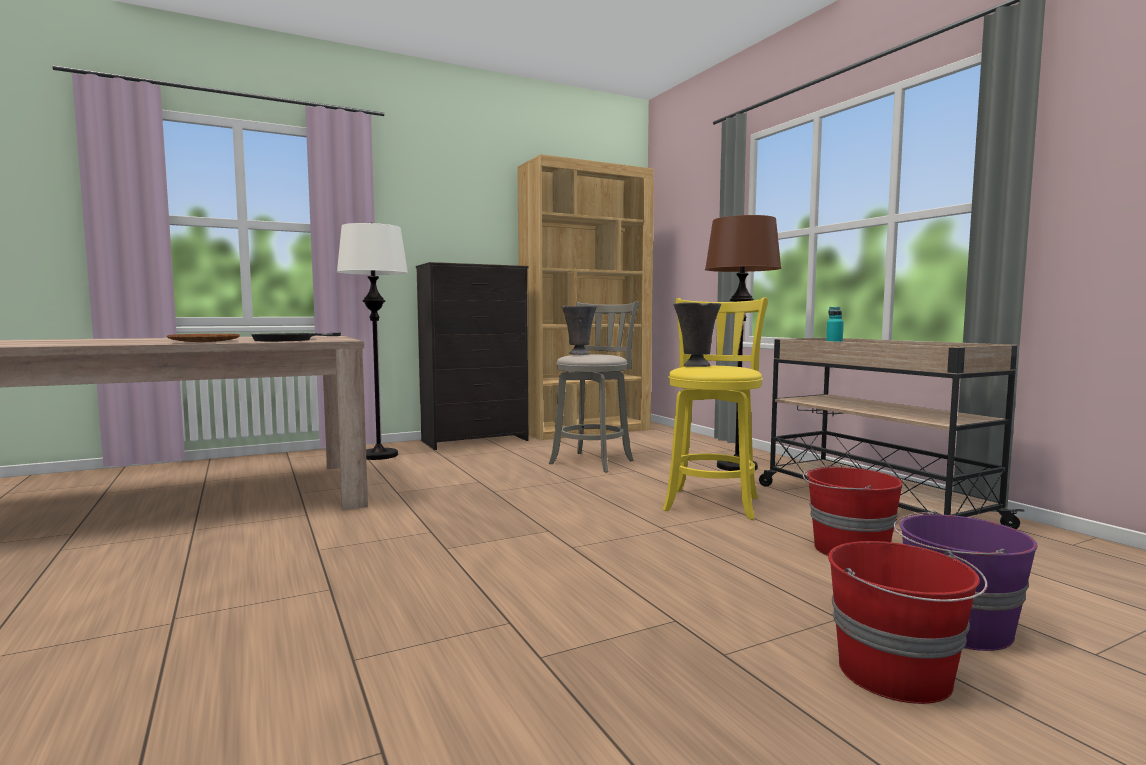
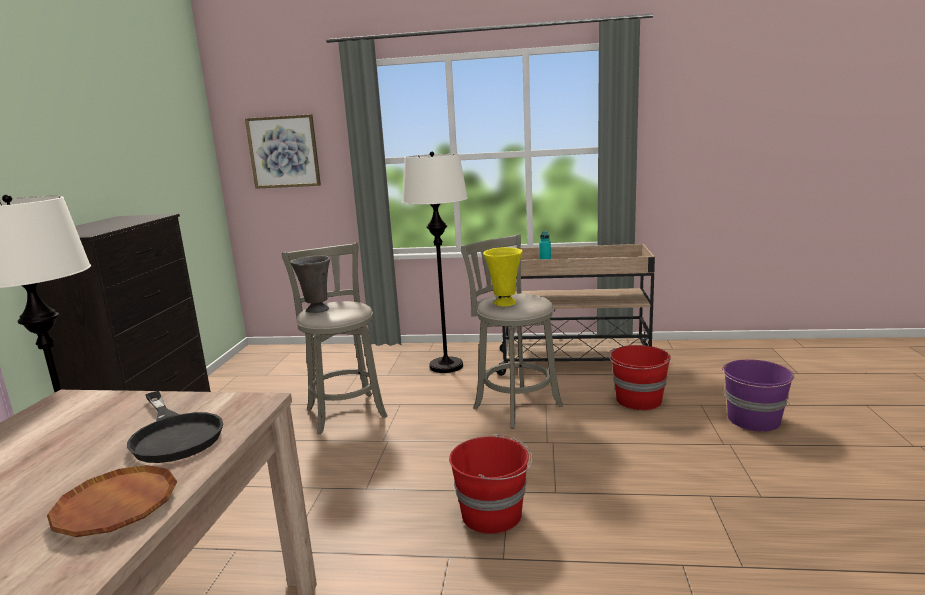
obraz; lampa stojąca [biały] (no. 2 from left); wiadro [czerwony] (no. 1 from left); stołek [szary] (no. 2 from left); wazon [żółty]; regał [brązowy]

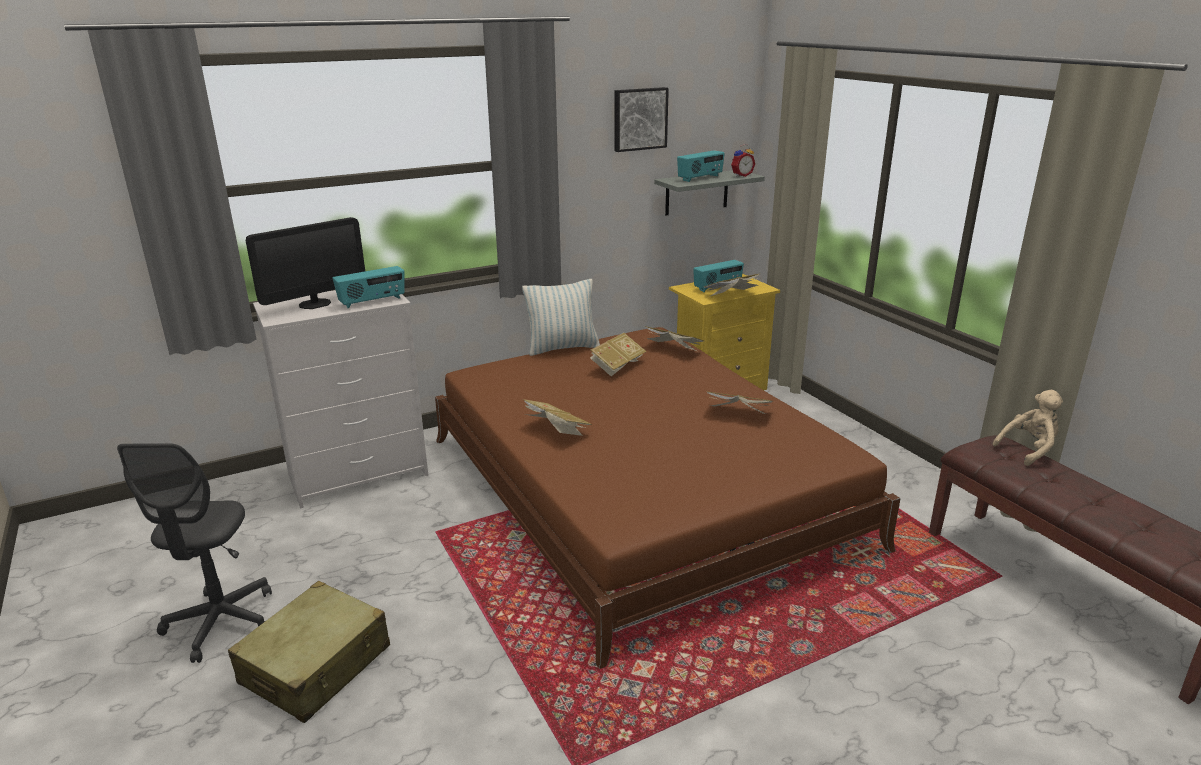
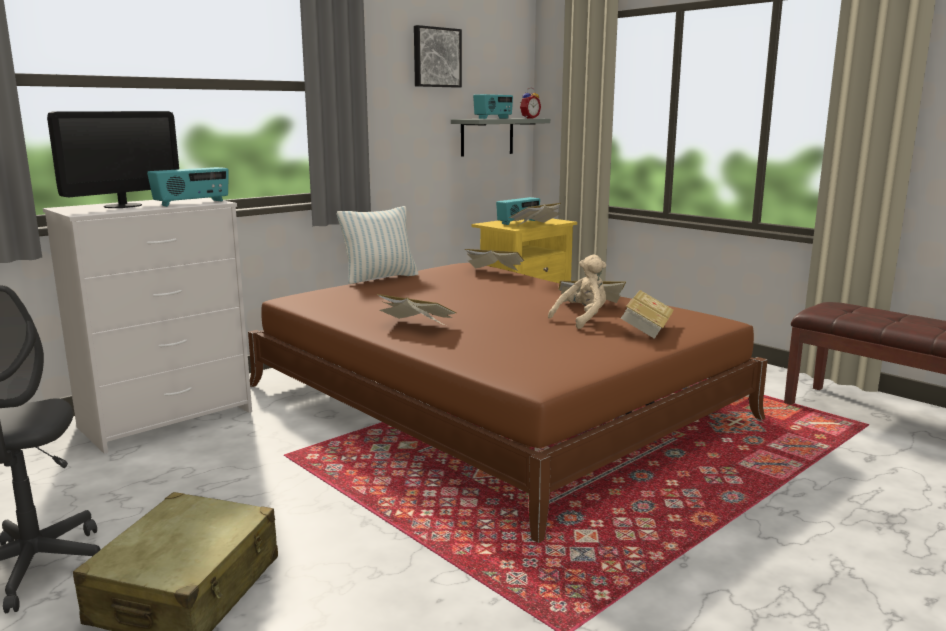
pluszak [beżowy]; książka (no. 5 from left)

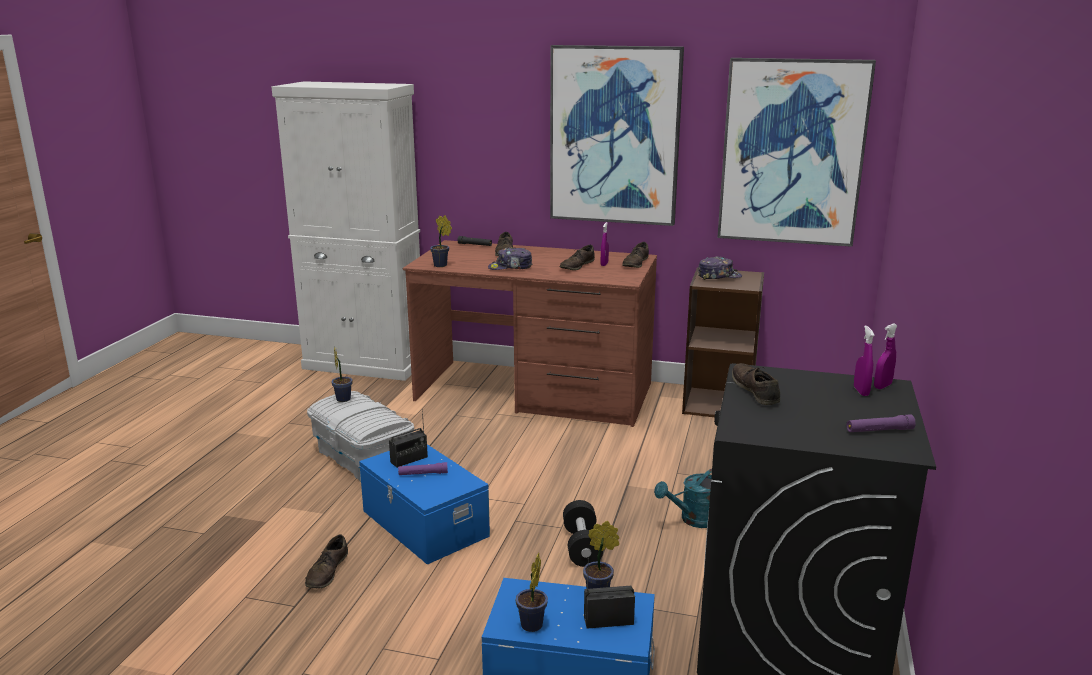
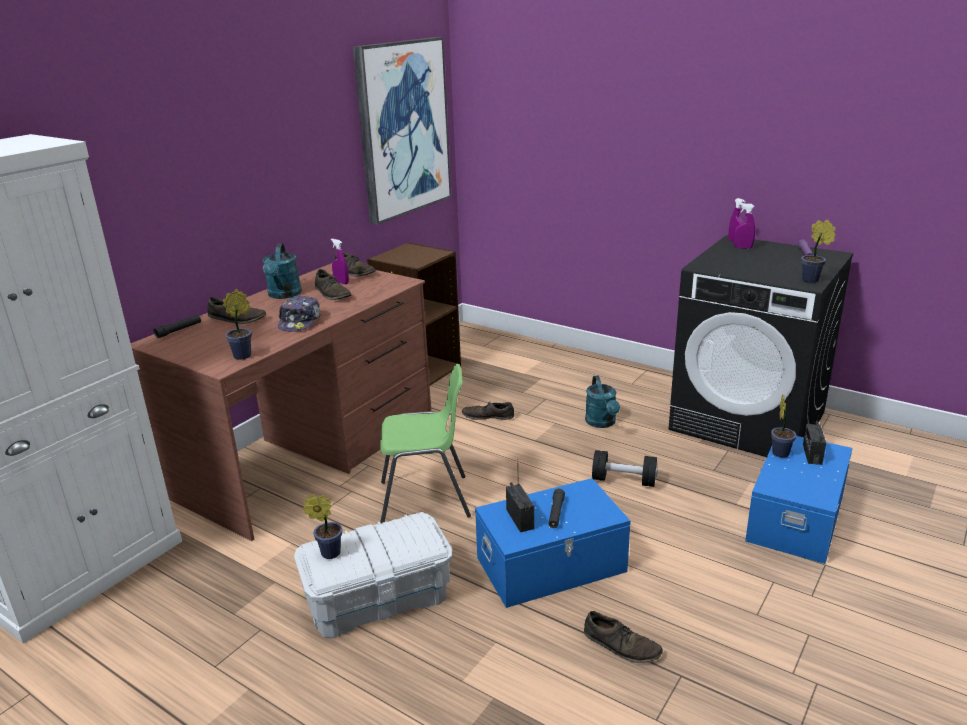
konewka [turkusowy] (no. 1 from left); krzesło [zielony]; but [brązowy] (no. 4 from left); latarka [czarny] (no. 2 from left); roślina doniczkowa (no. 4 from left); obraz (no. 1 from left in the first image); czapka z daszkiem (no. 2 from left in the first image)

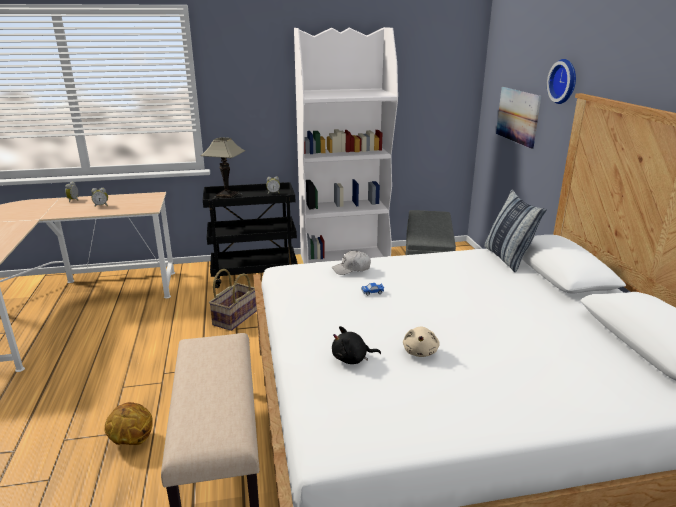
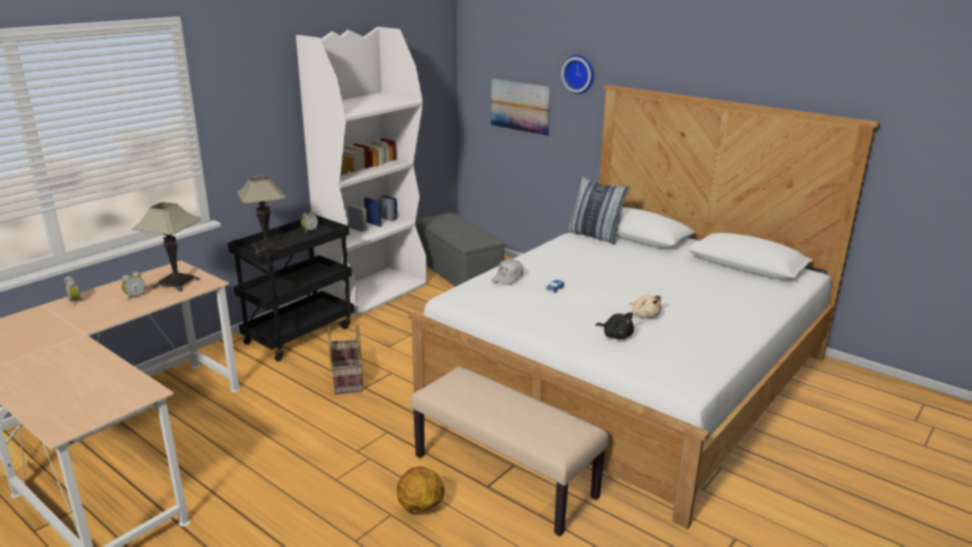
lampa stołowa (no. 1 from left); pluszak [czarny]

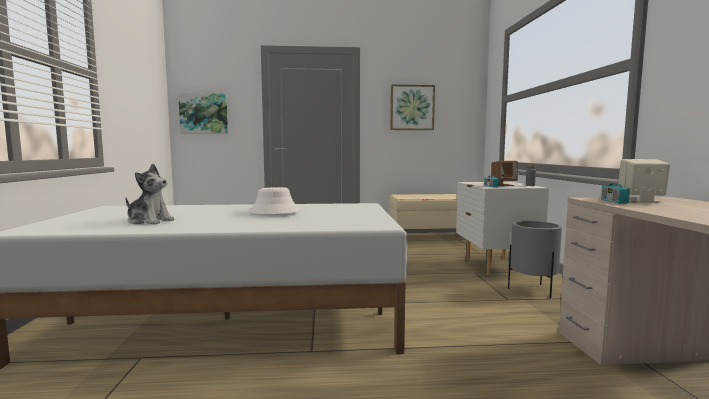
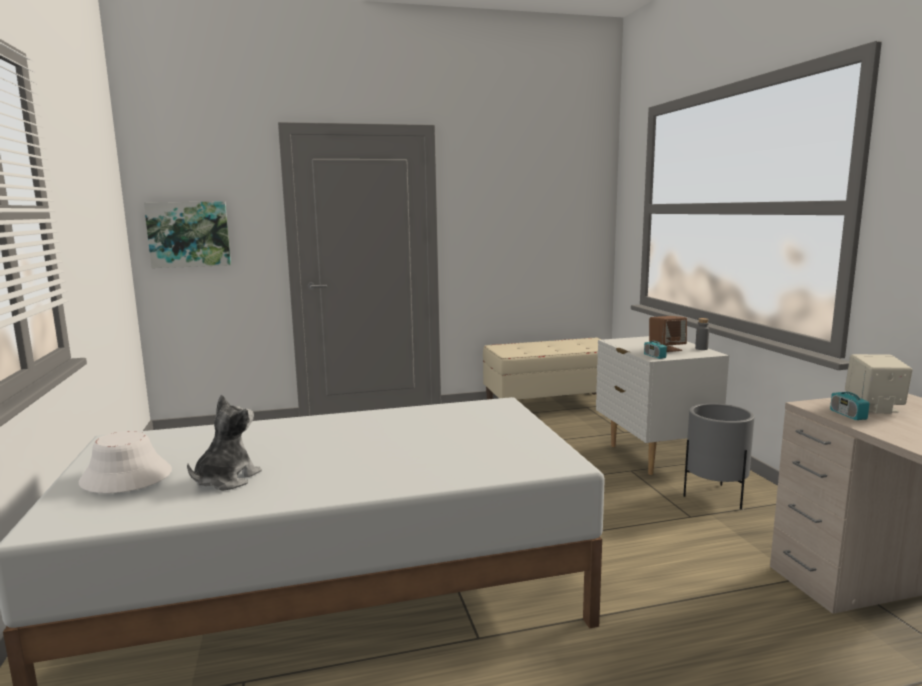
kapelusz [biały]; pluszak; obraz (no. 2 from left in the first image)

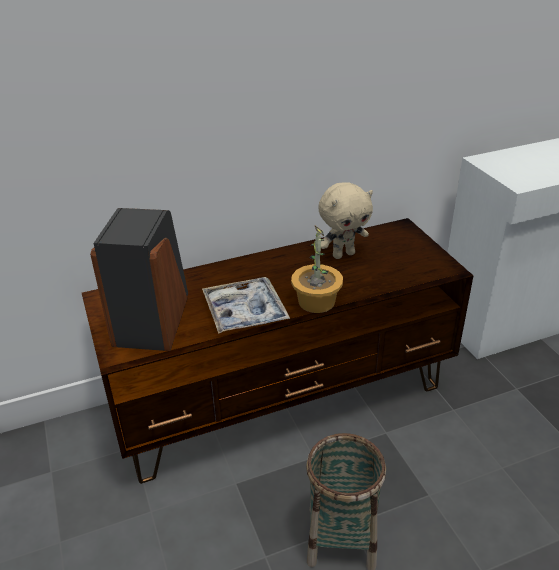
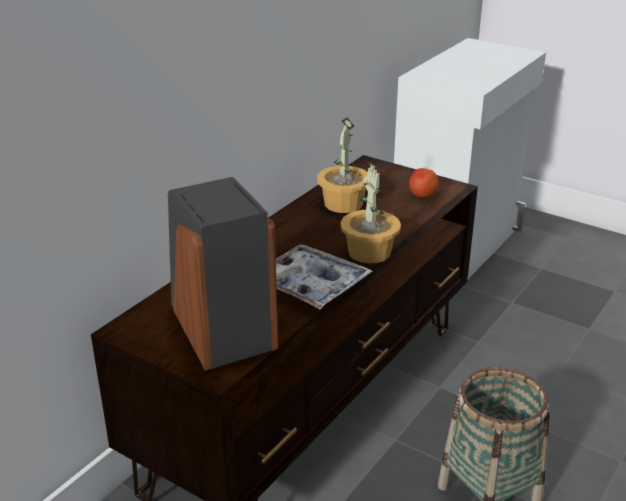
roślina doniczkowa (no. 1 from left); jabłko

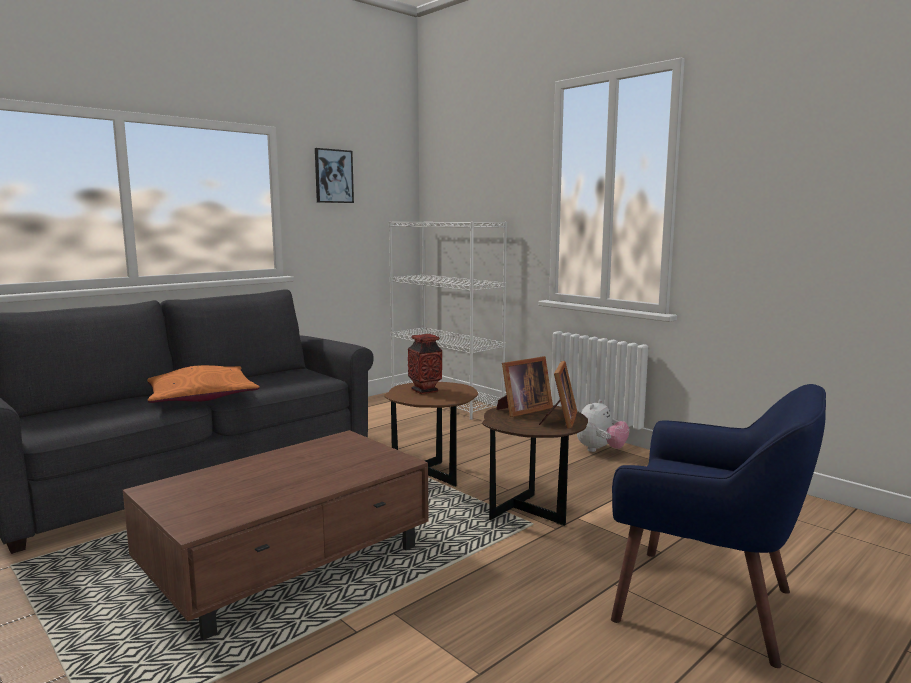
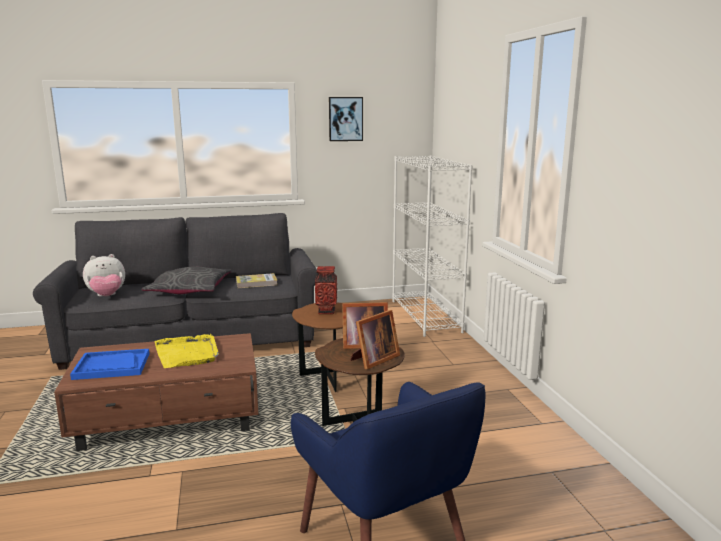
taca [niebieski]; pluszak; poduszka [szary]; taca [żółty]; książka

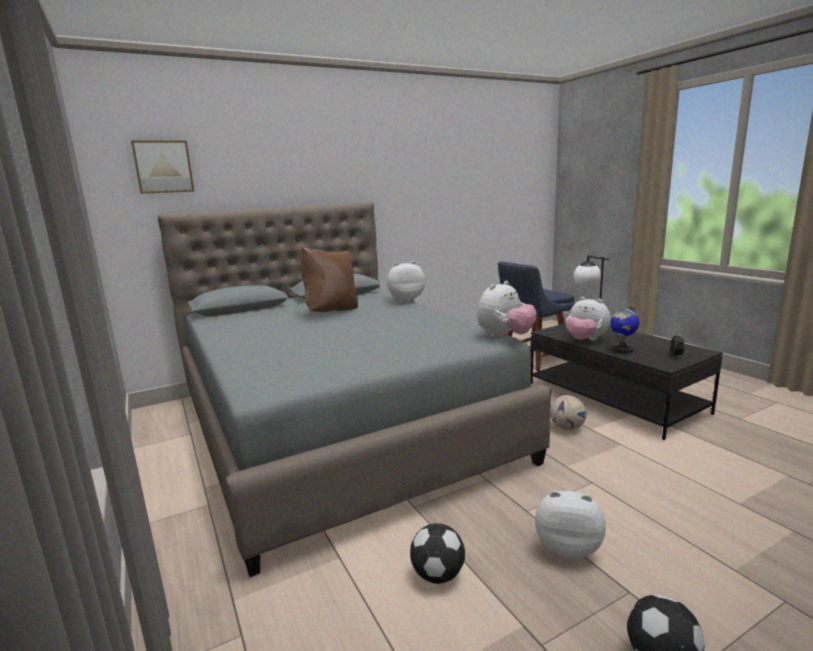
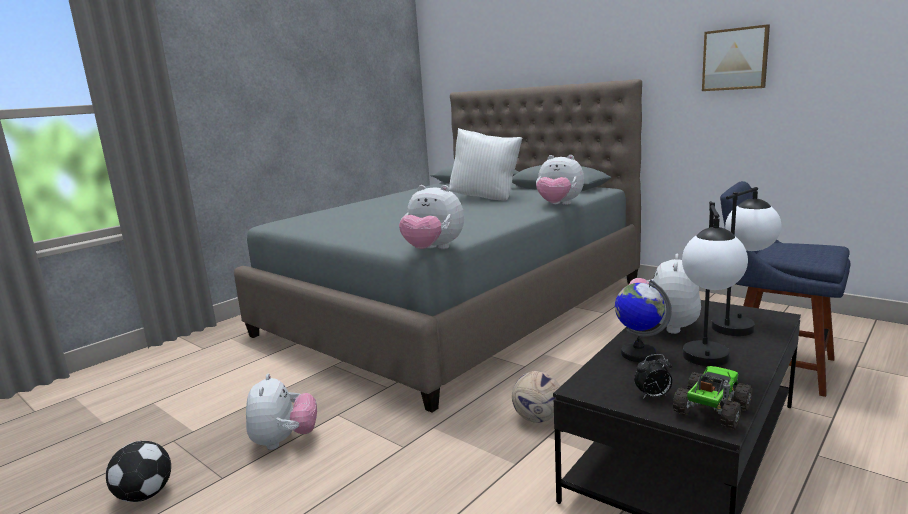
poduszka [biały]; pluszak (no. 3 from left); ciężarówka zabawkowa; lampa stołowa (no. 1 from left); obraz; piłka futbolowa (no. 1 from left in the first image)

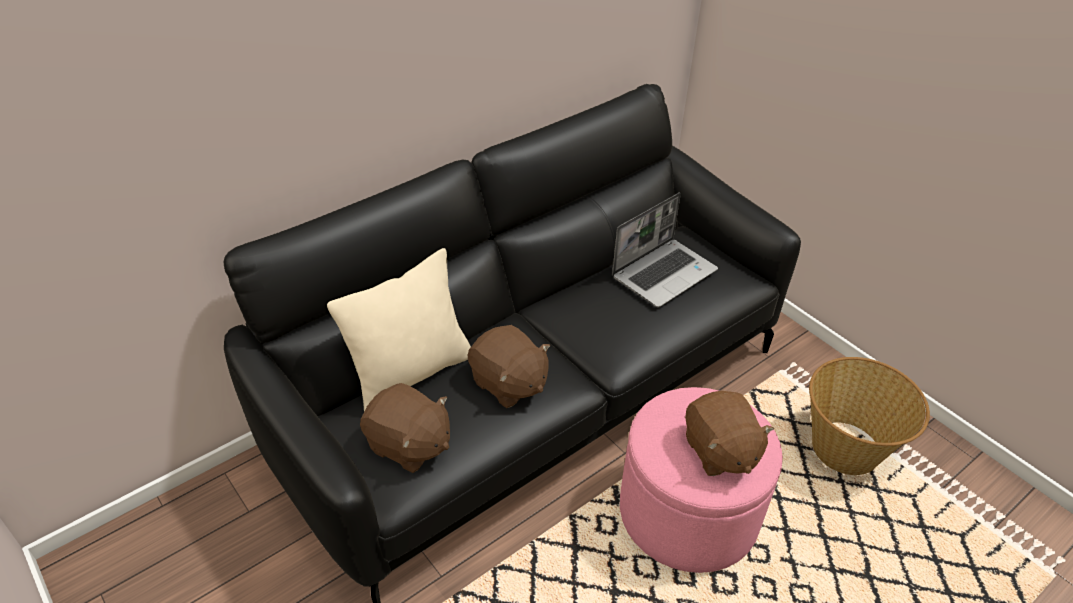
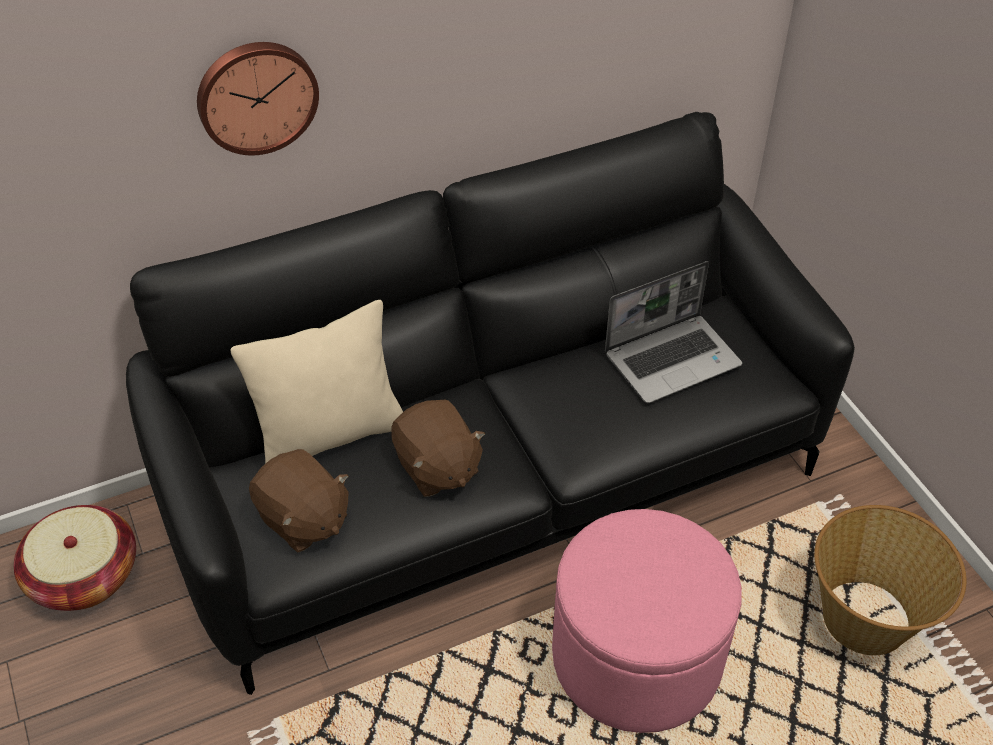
koszyk (no. 1 from left); zegar ścienny; pluszak [brązowy] (no. 3 from left in the first image)

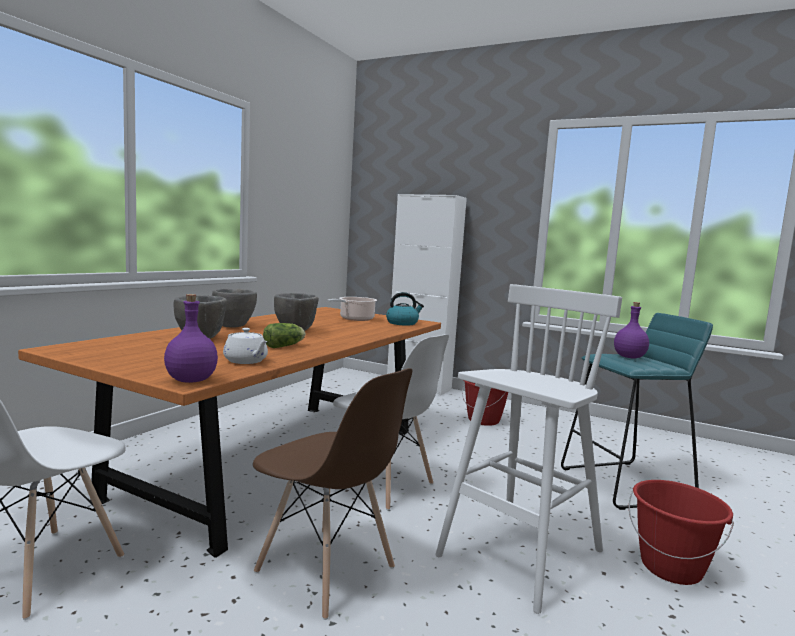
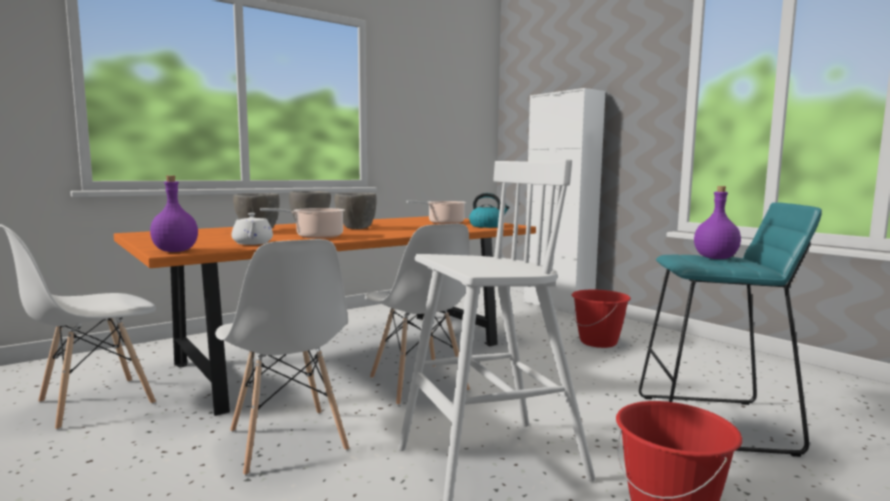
krzesło [biały] (no. 2 from left); garnek (no. 1 from left)

